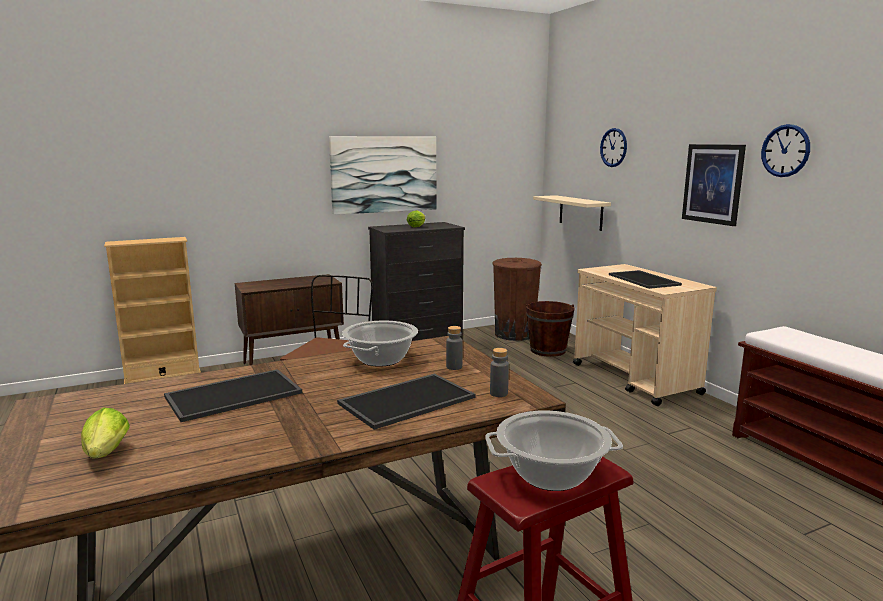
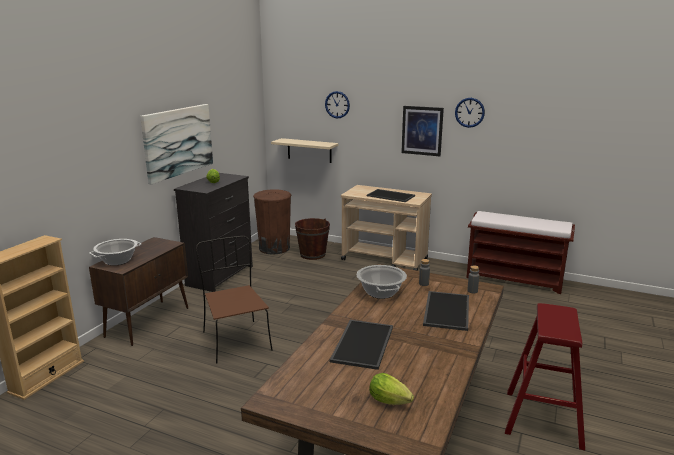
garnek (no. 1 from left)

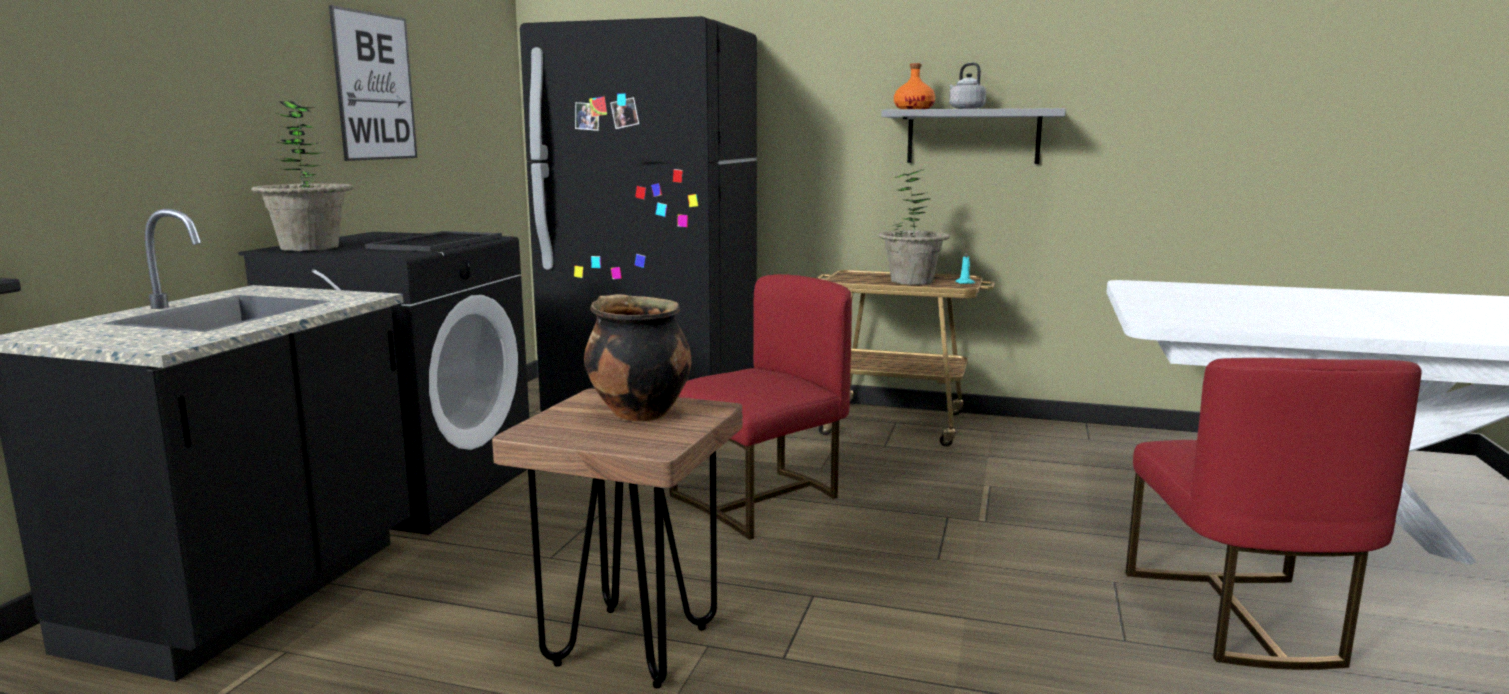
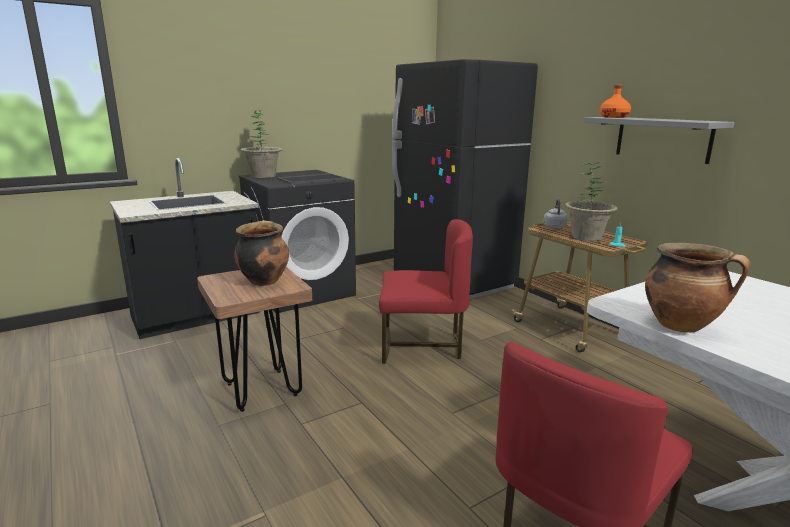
czajnik [szary]; garnek (no. 2 from left); obraz

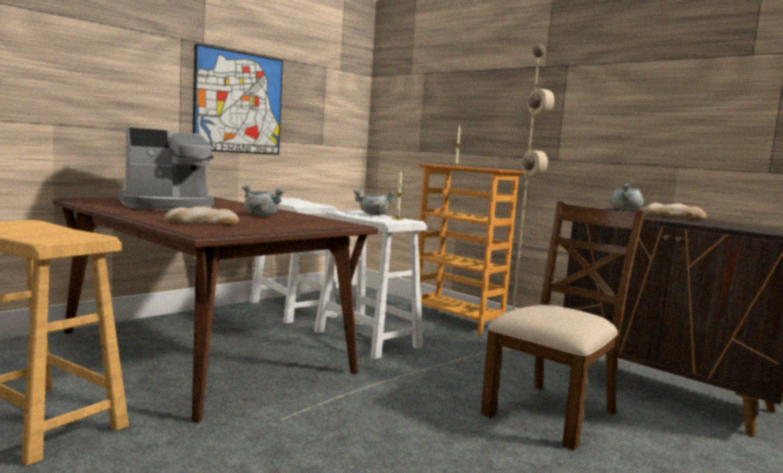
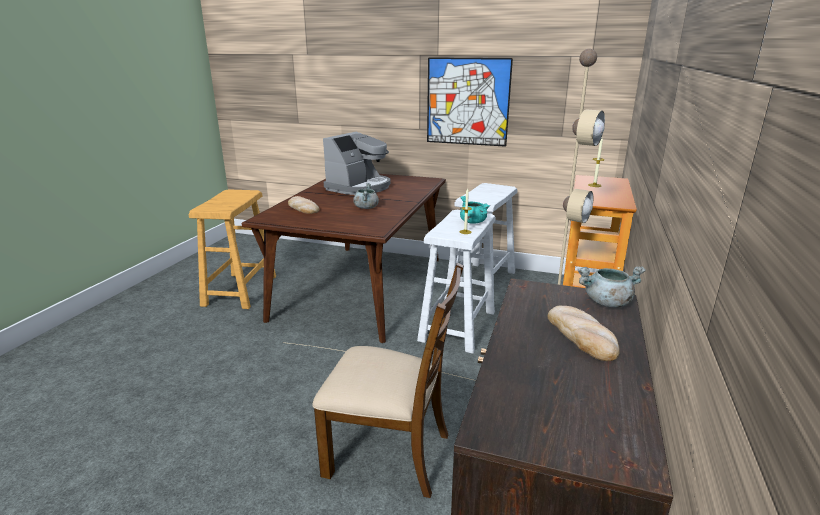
ekspres do kawy; garnek [turkusowy]

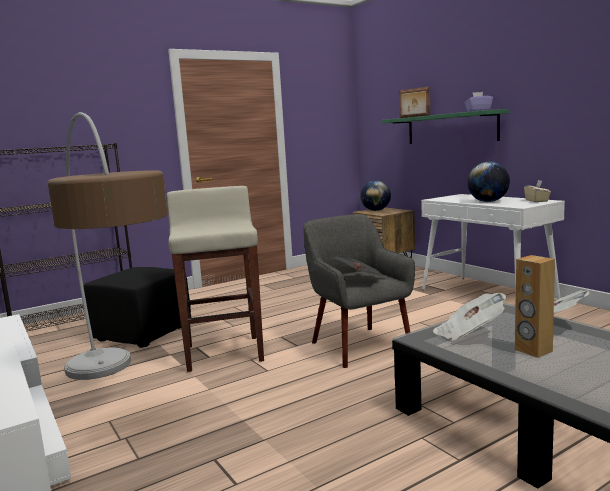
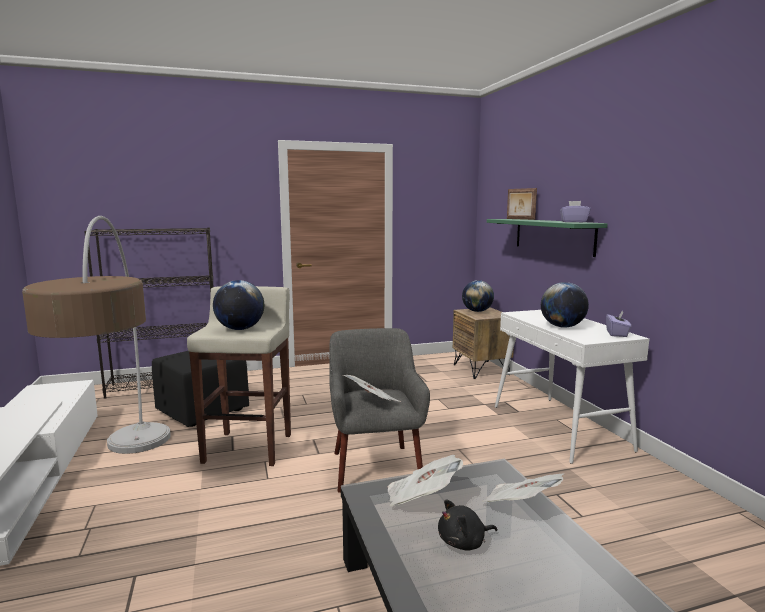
globus (no. 1 from left); pluszak [czarny]; pudełko chusteczek [fioletowy] (no. 2 from left)

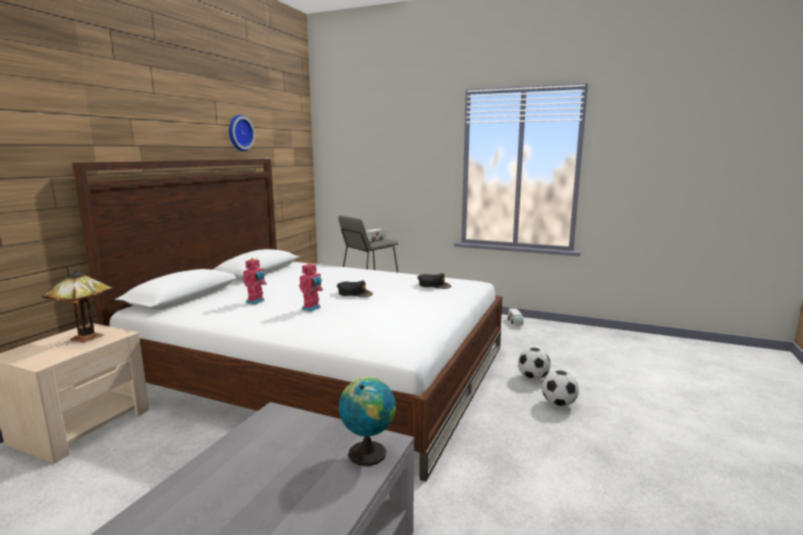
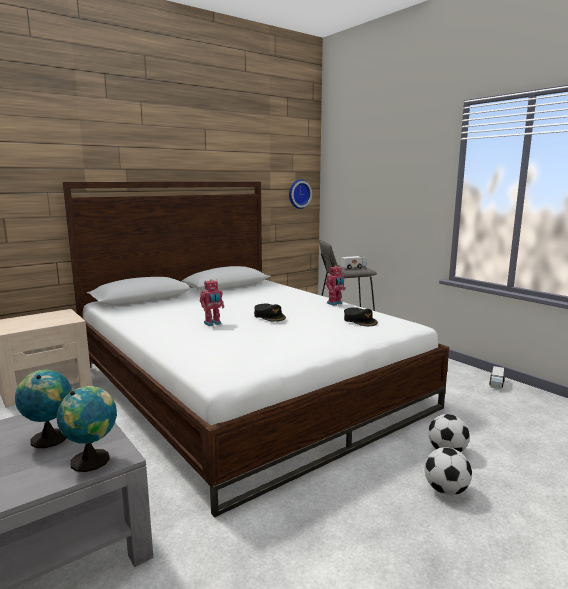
globus (no. 1 from left); zegar ścienny; robot zabawkowy (no. 2 from left); lampa stołowa

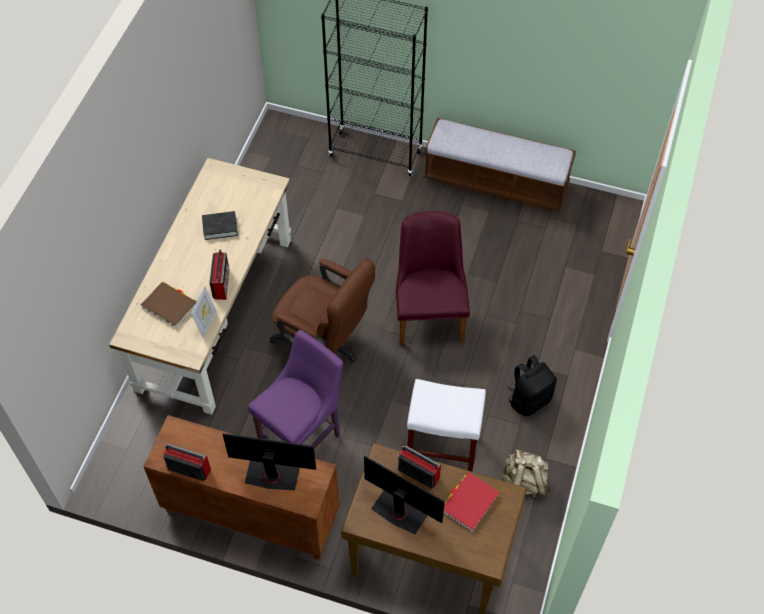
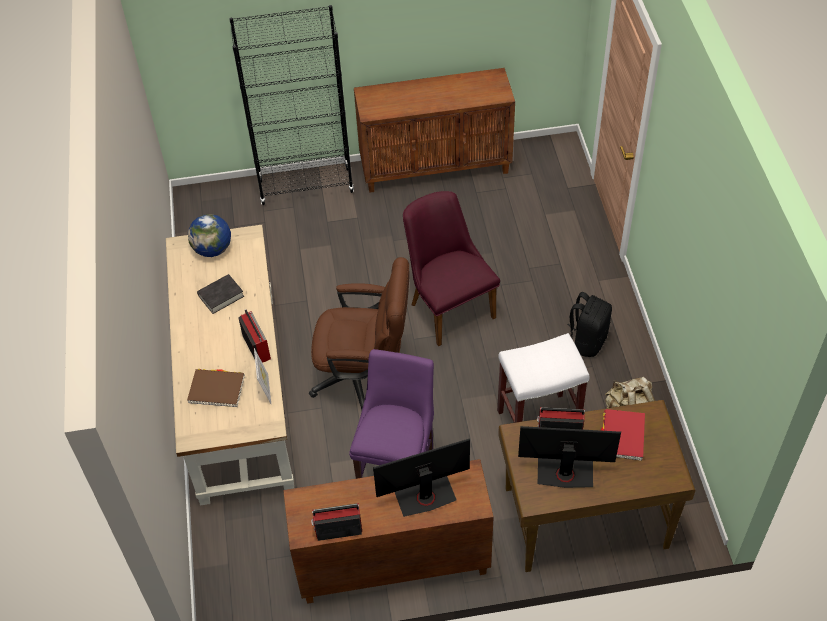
globus; szafka [brązowy] (no. 2 from left)

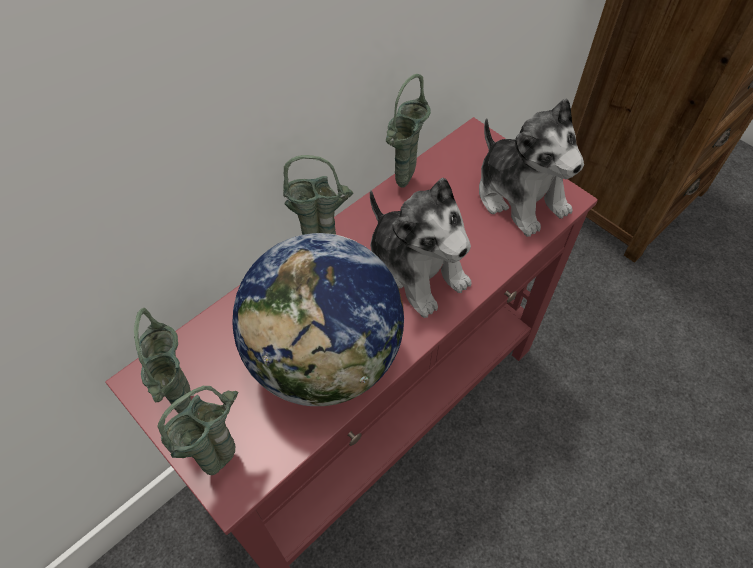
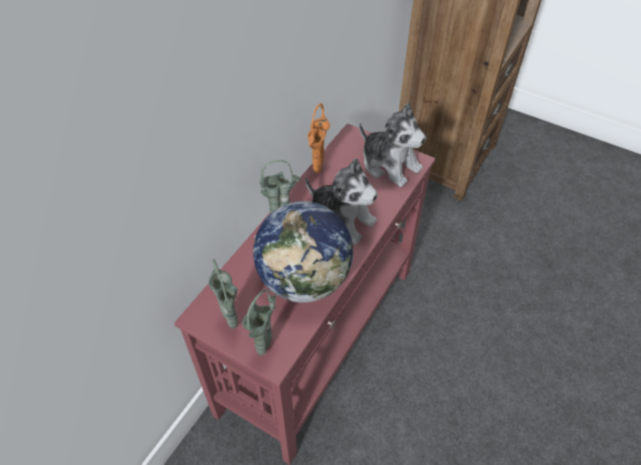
wazon [pomarańczowy]

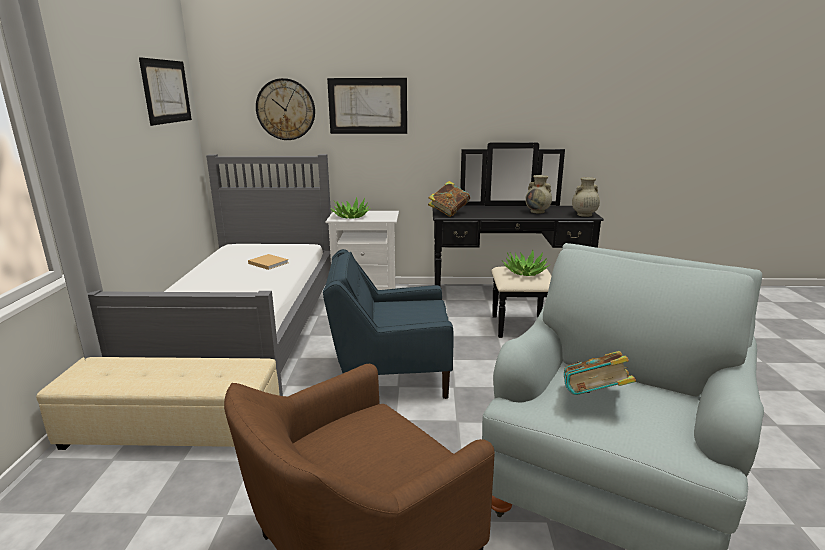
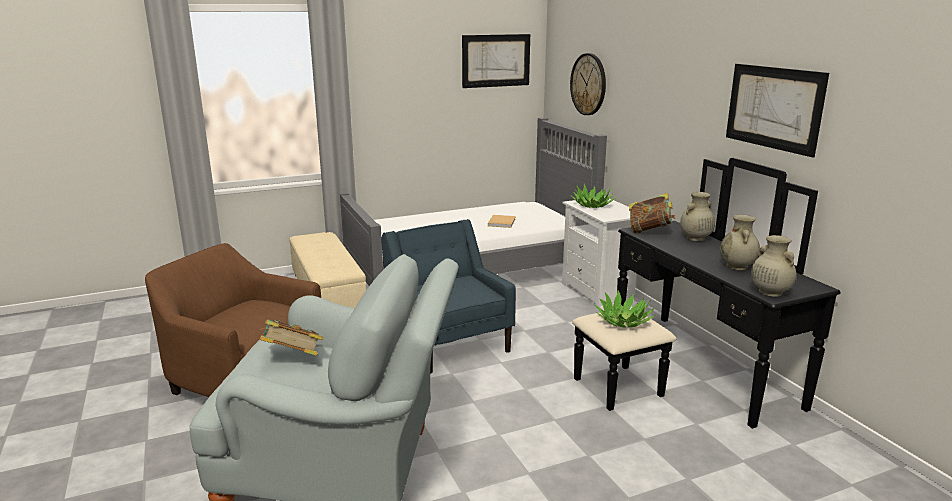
wazon [beżowy] (no. 1 from left); obraz (no. 2 from left)

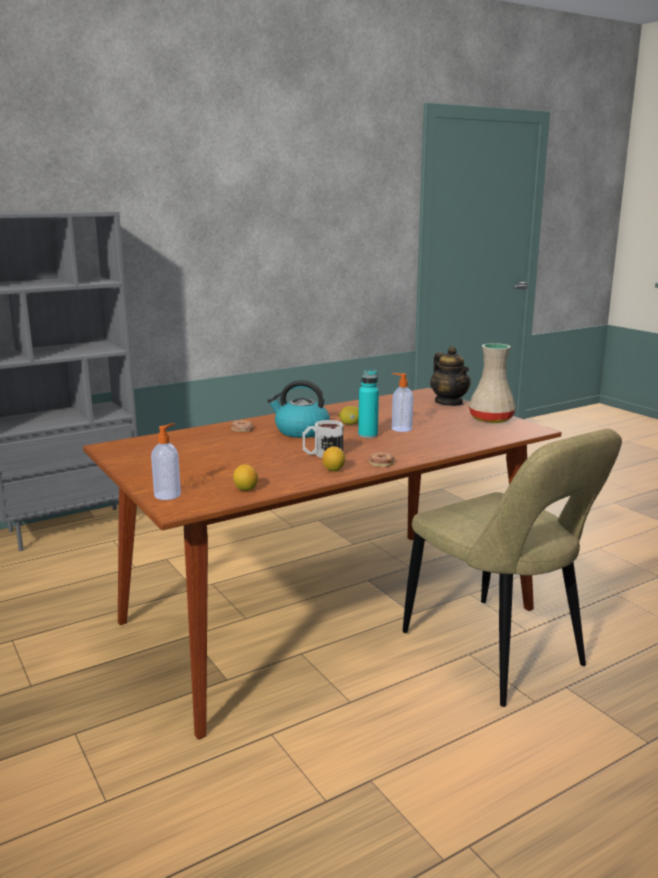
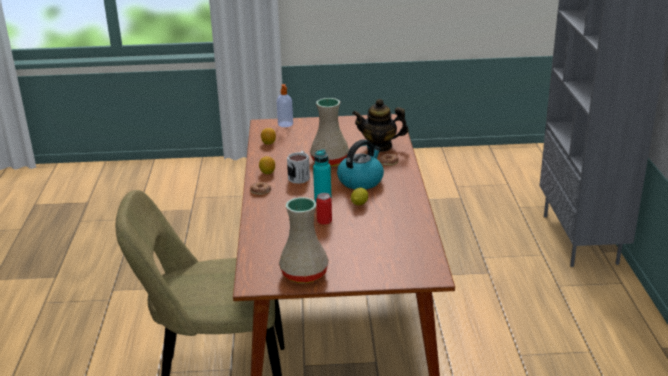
wazon [beżowy] (no. 2 from left); puszka; imbryk

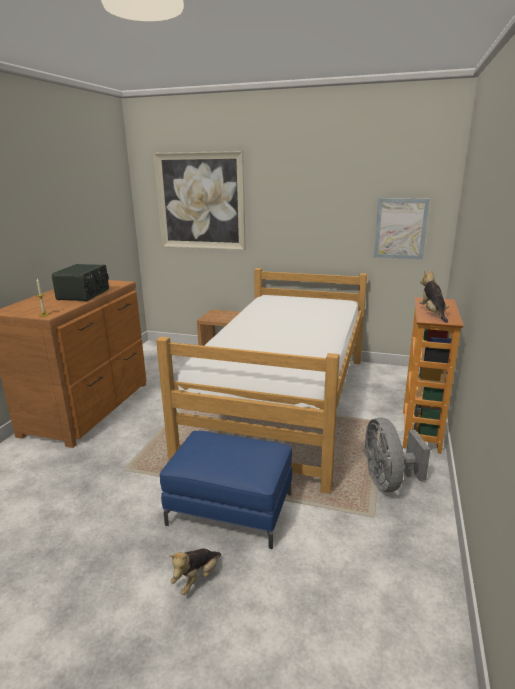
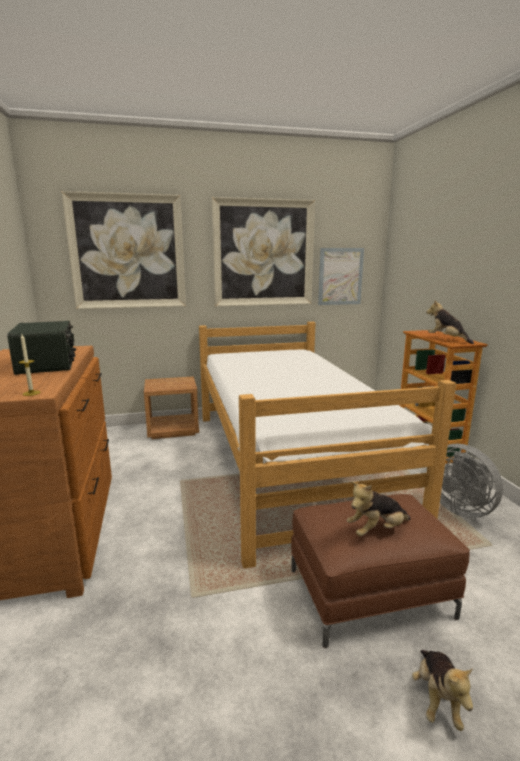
obraz (no. 2 from left); pufa [brązowy]; pluszak (no. 1 from left)

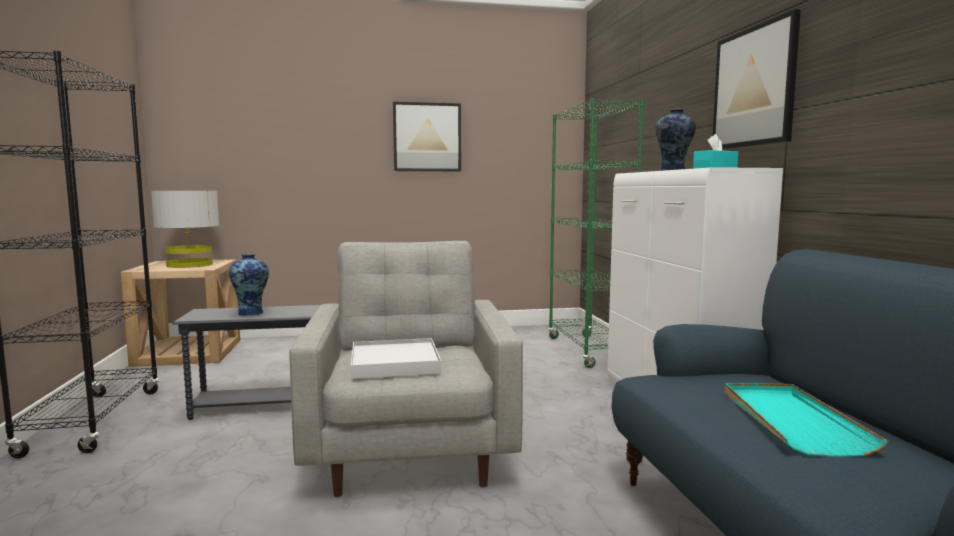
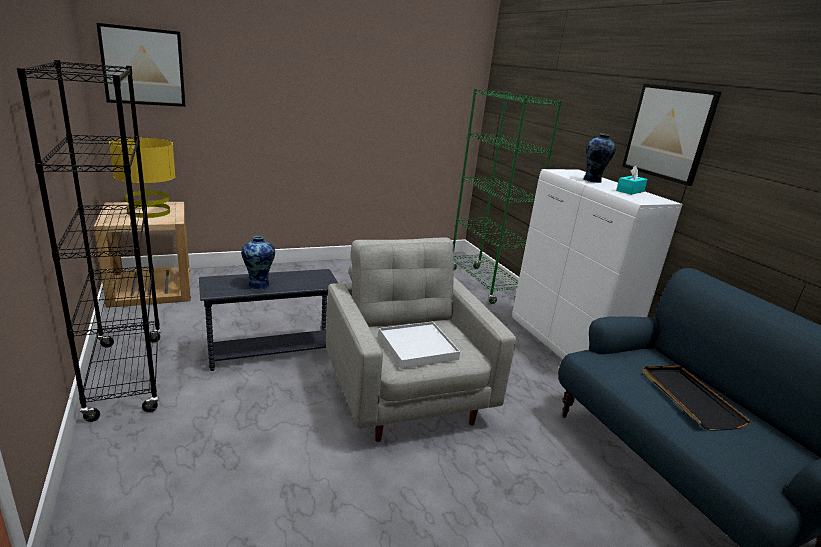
obraz (no. 1 from left); lampa stołowa [żółty]; taca [czarny]

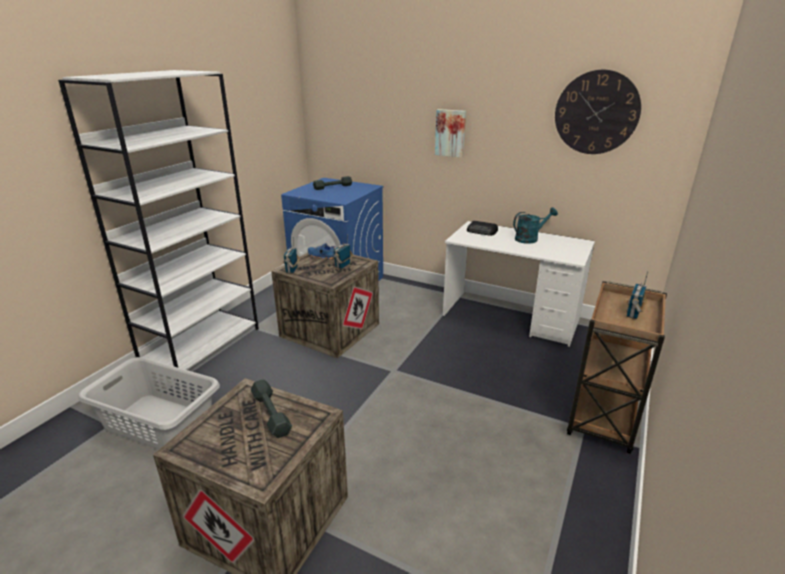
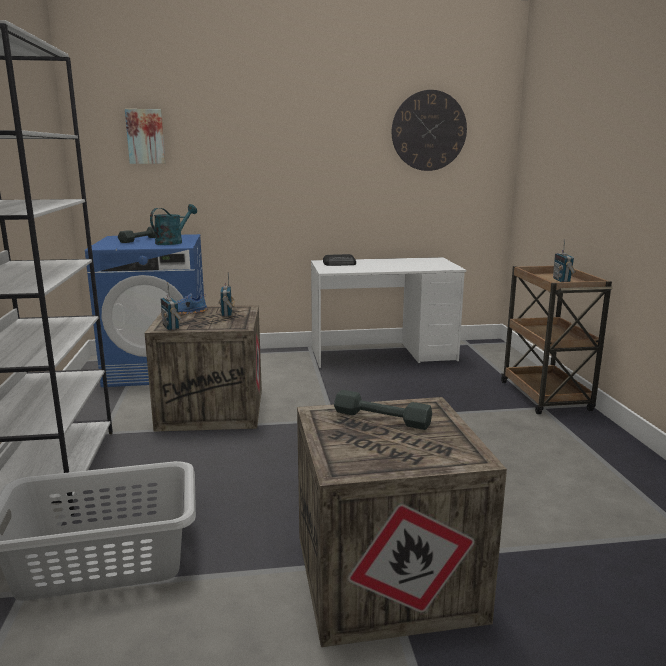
obraz; konewka [turkusowy]

